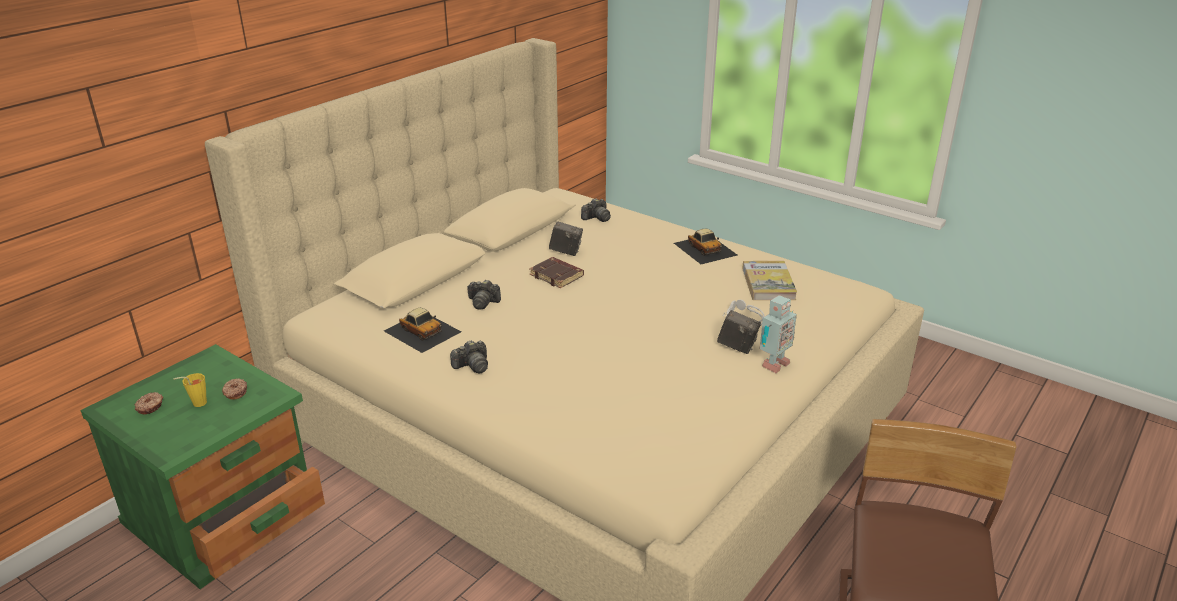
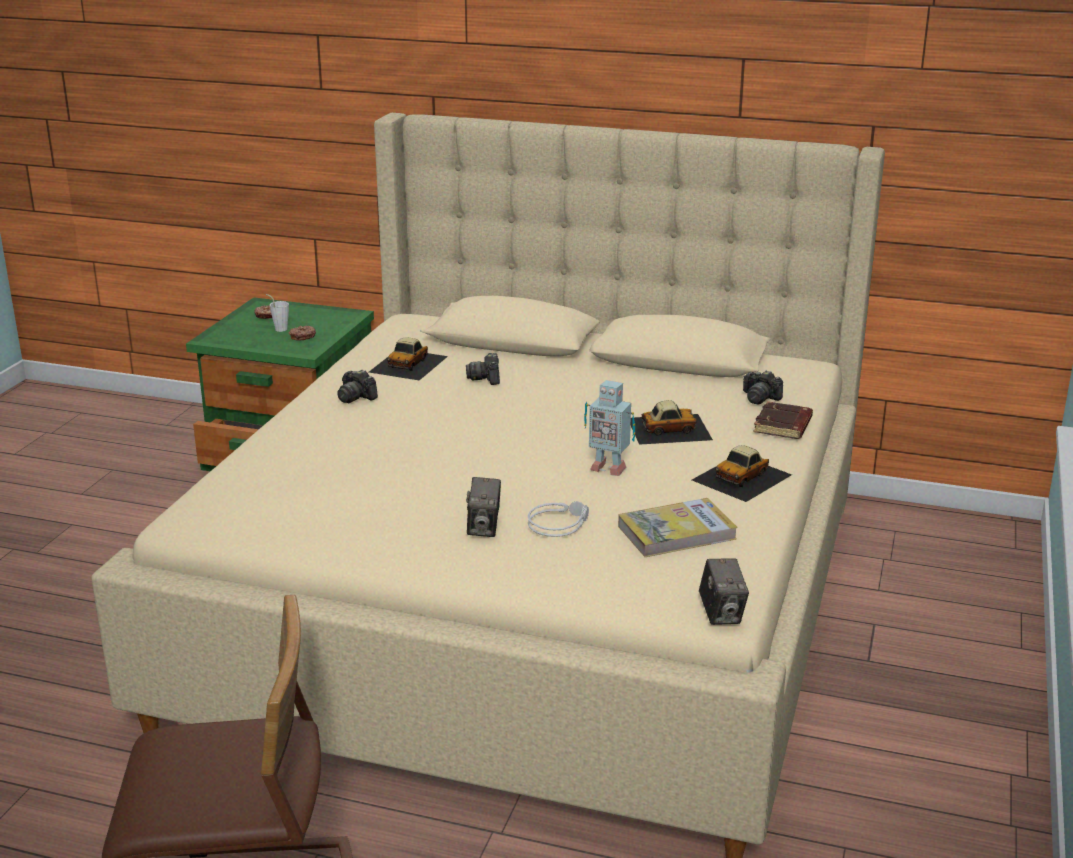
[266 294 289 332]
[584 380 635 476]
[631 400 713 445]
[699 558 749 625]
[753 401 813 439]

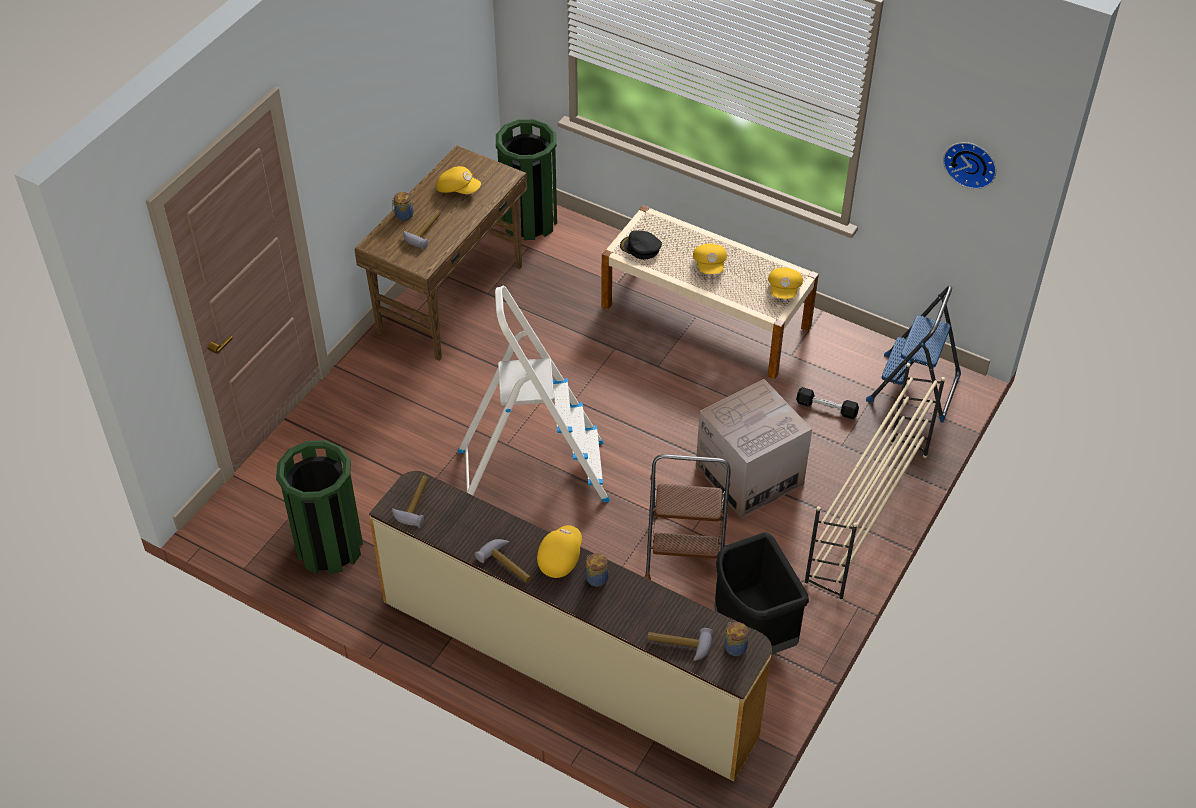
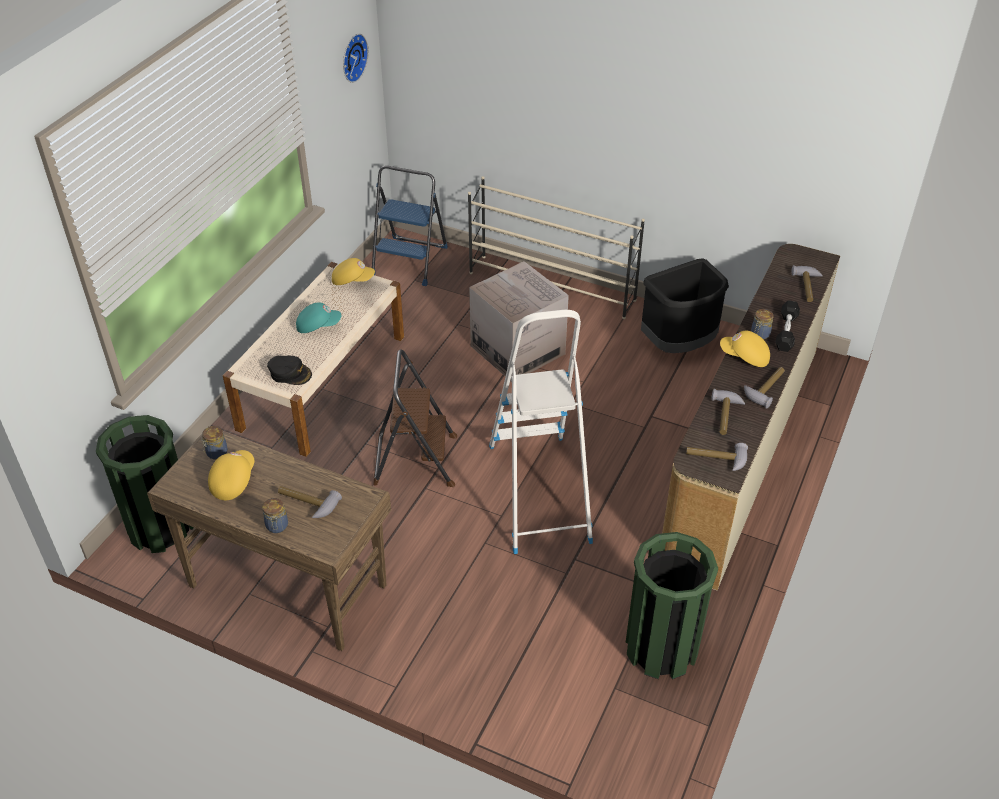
[201 426 228 460]
[267 356 312 385]
[296 302 341 333]
[373 349 457 487]
[712 388 745 435]
[775 300 800 352]

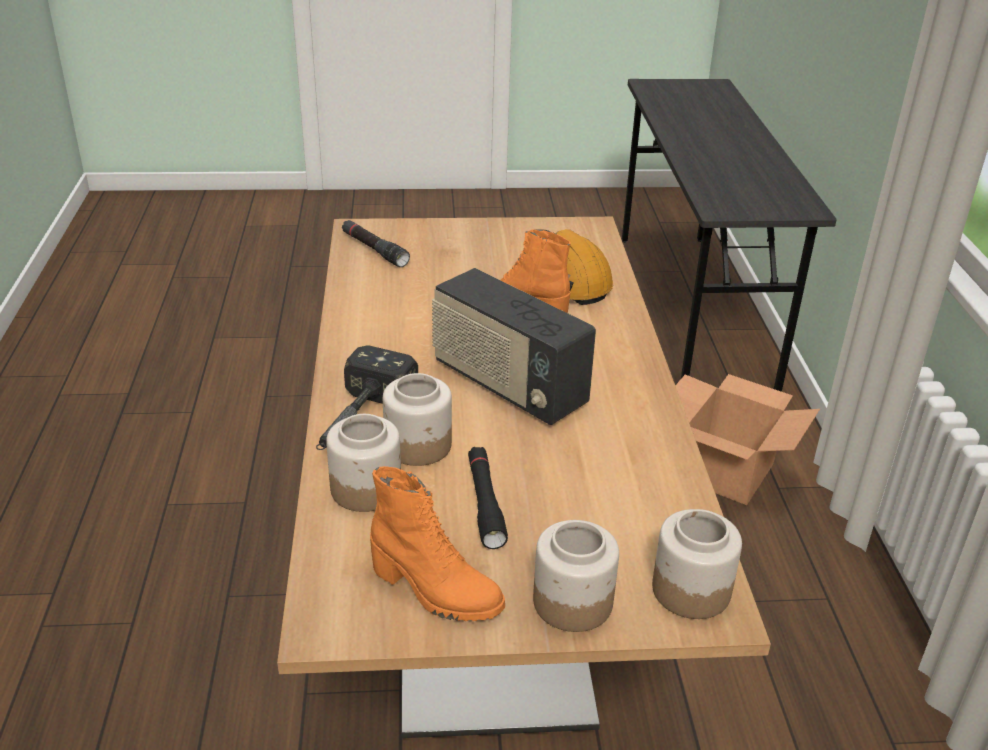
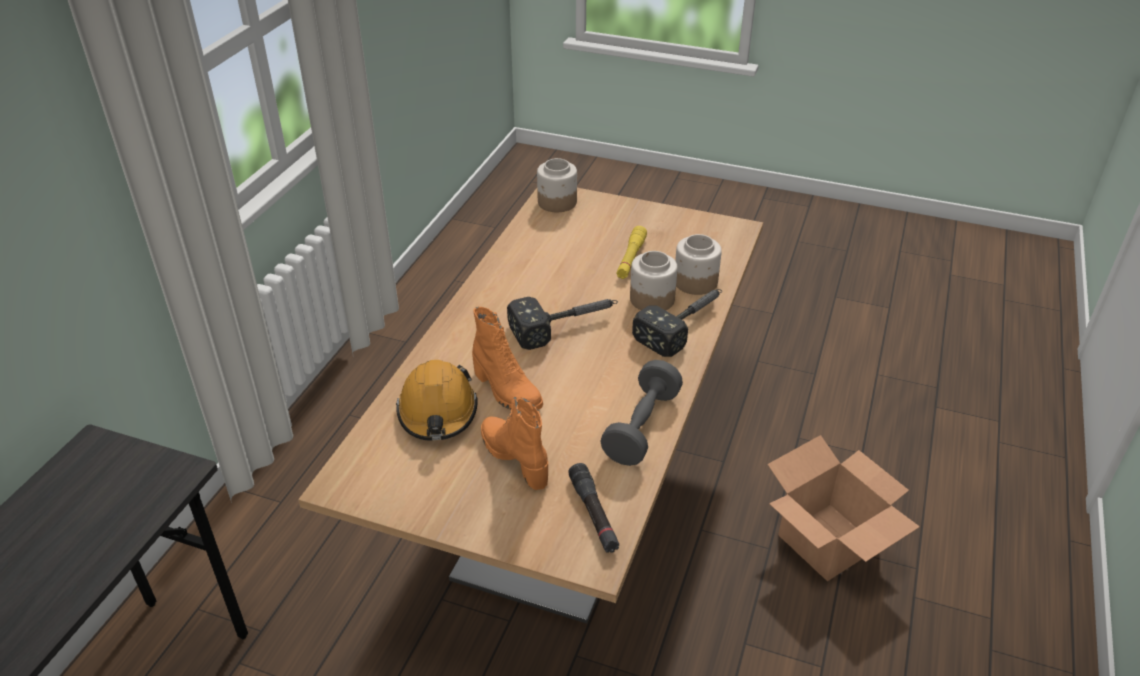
[481 397 548 490]
[507 297 618 350]
[600 360 683 466]
[616 226 647 279]
[767 435 920 581]
[533 520 619 632] (first image)

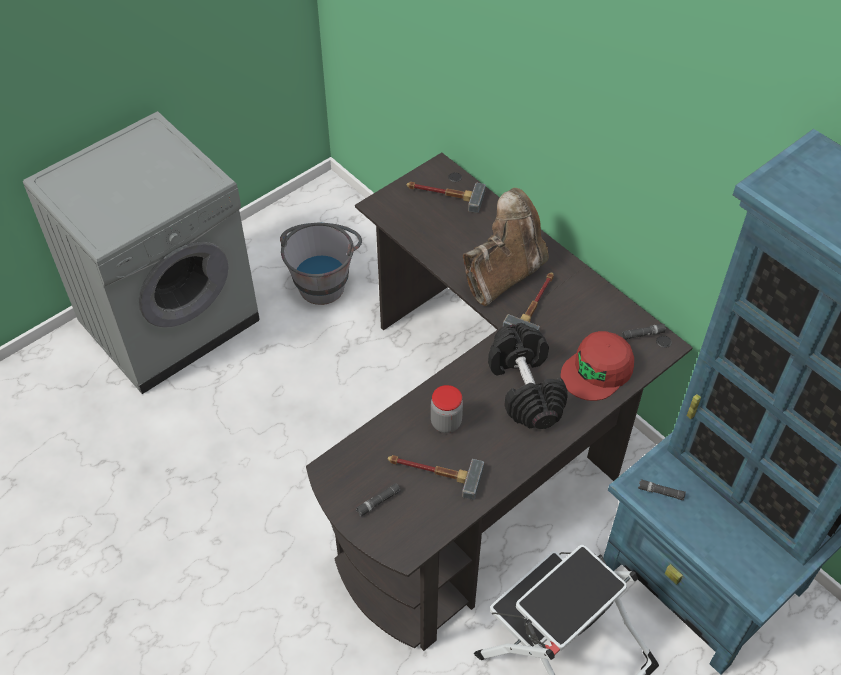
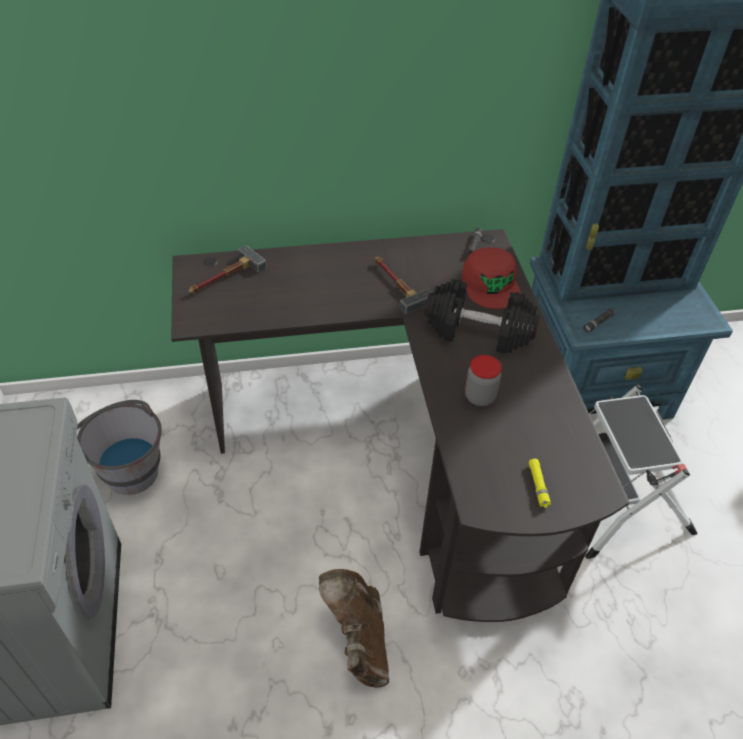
[319 569 389 688]
[529 459 551 508]
[388 455 484 500] (first image)

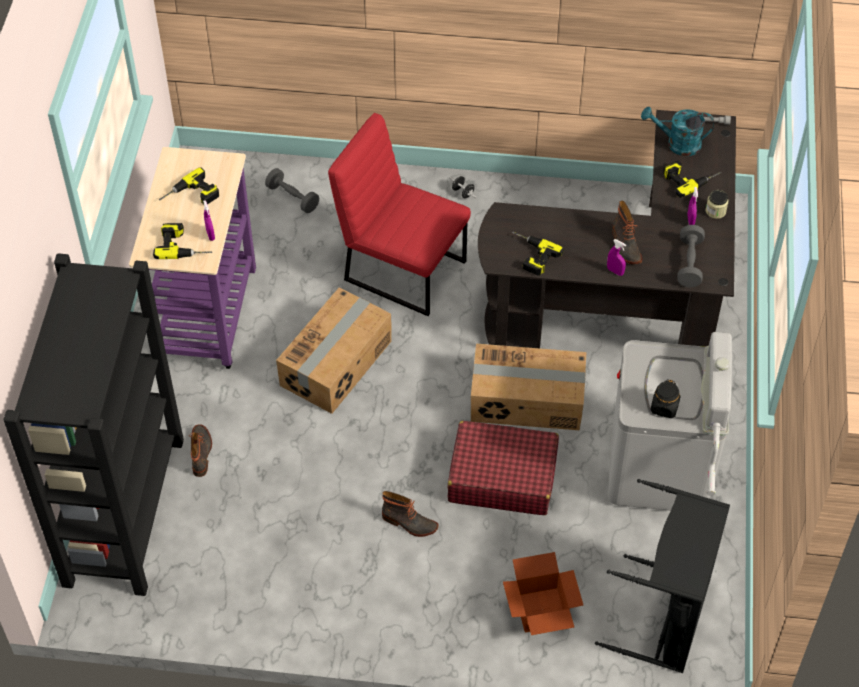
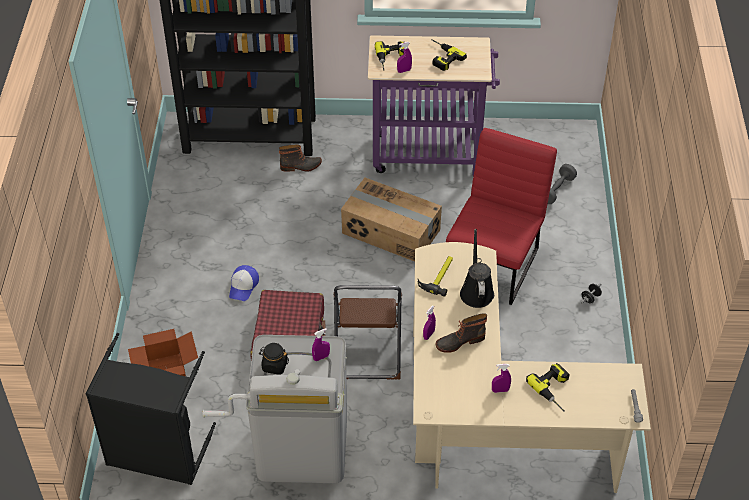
[229 265 259 301]
[312 328 330 361]
[333 285 402 380]
[413 242 651 493]
[418 256 453 297]
[460 229 494 308]
[641 107 714 156] (first image)
[677 225 705 287] (first image)
[706 190 729 219] (first image)

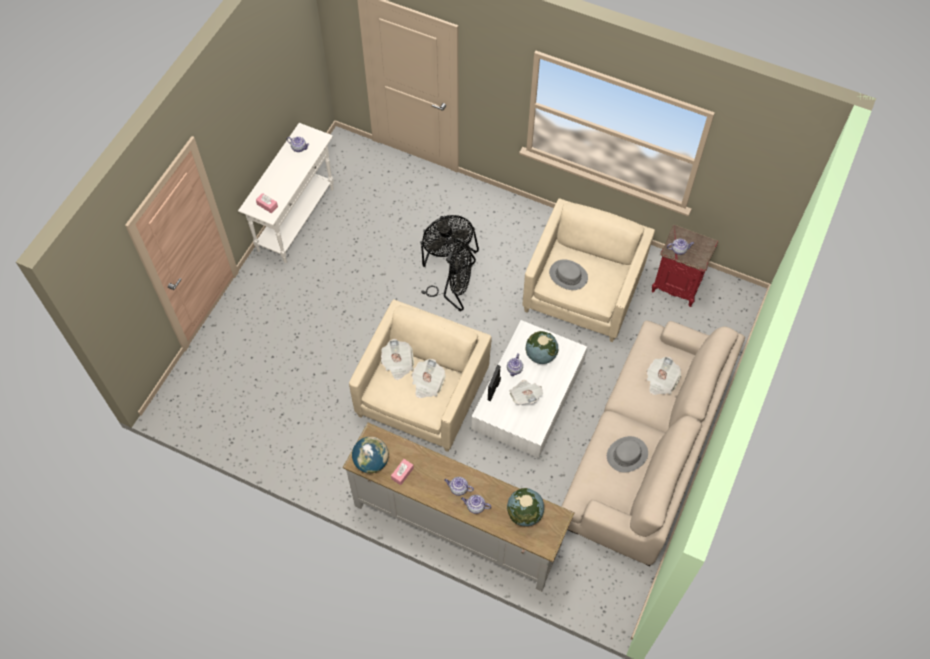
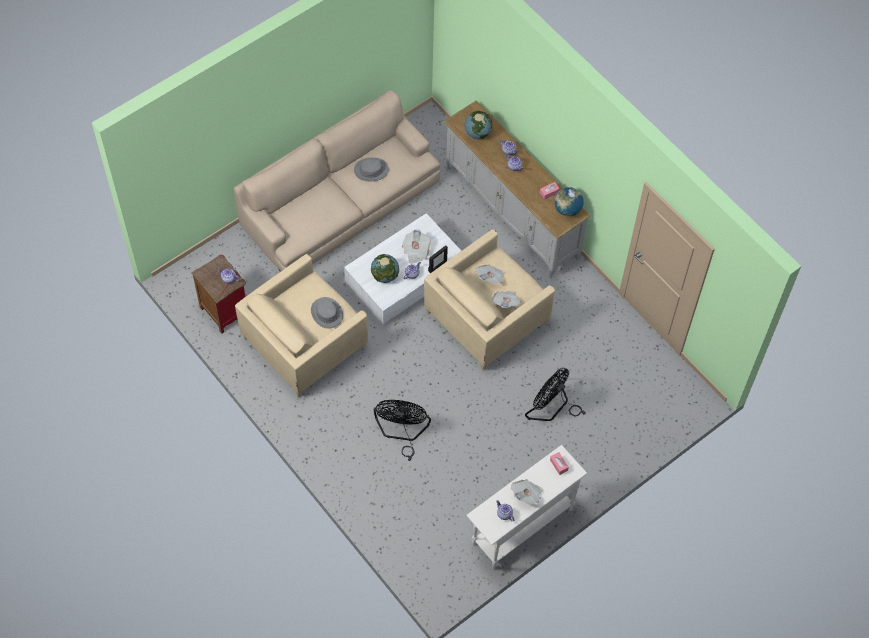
[511 479 543 505]
[525 368 586 421]

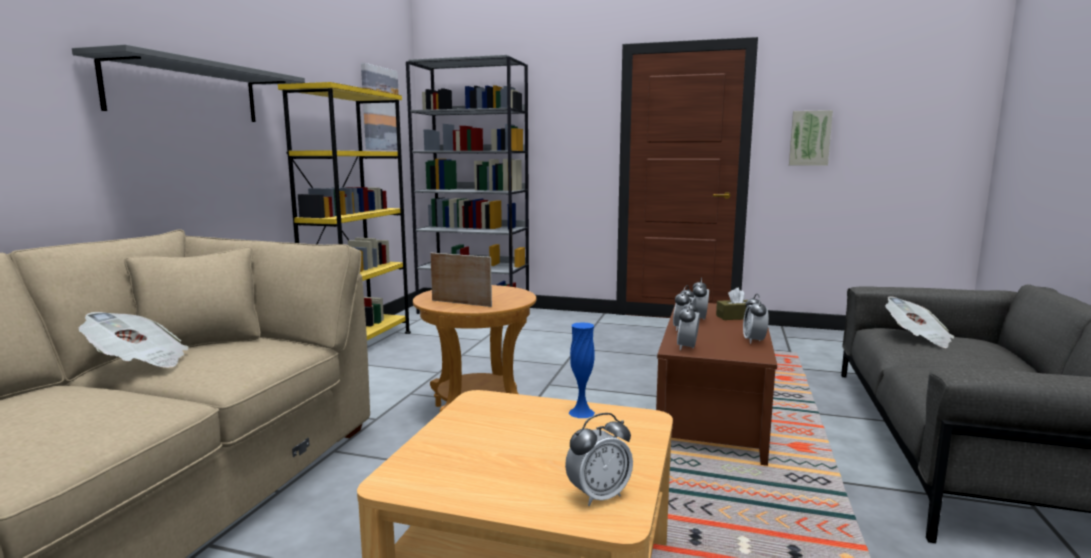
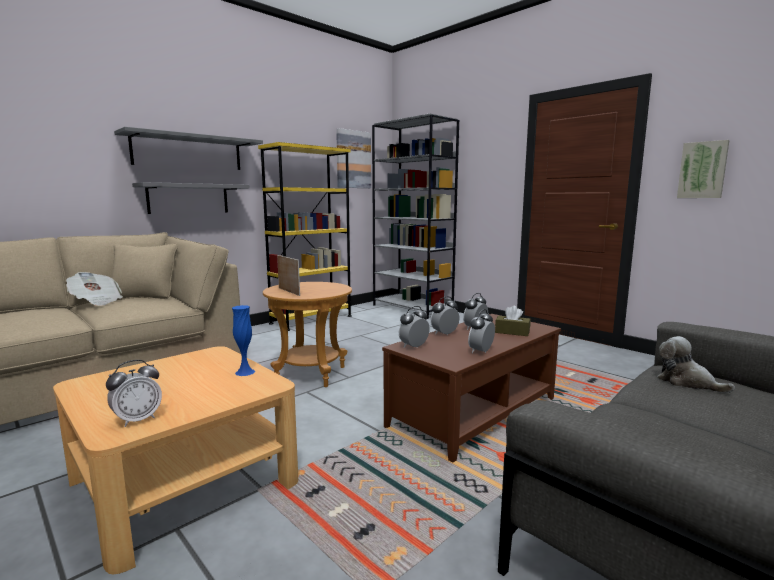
[106 360 162 427]
[132 182 250 214]
[657 336 735 393]

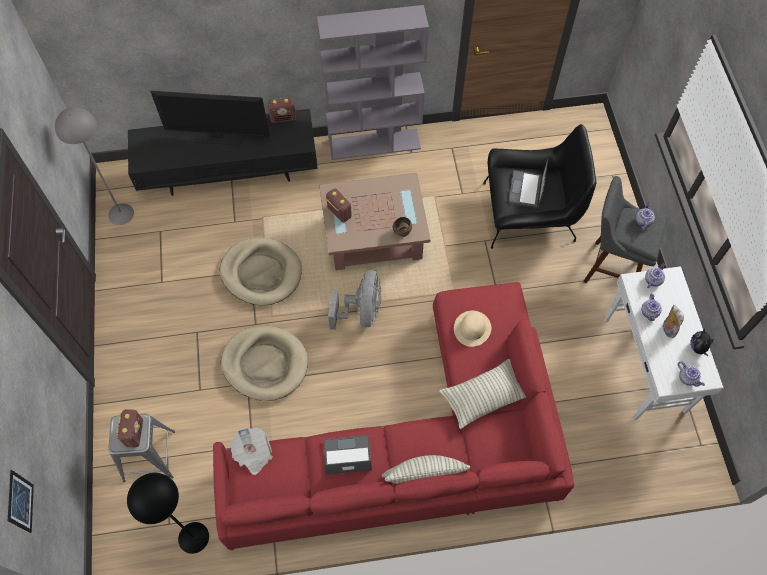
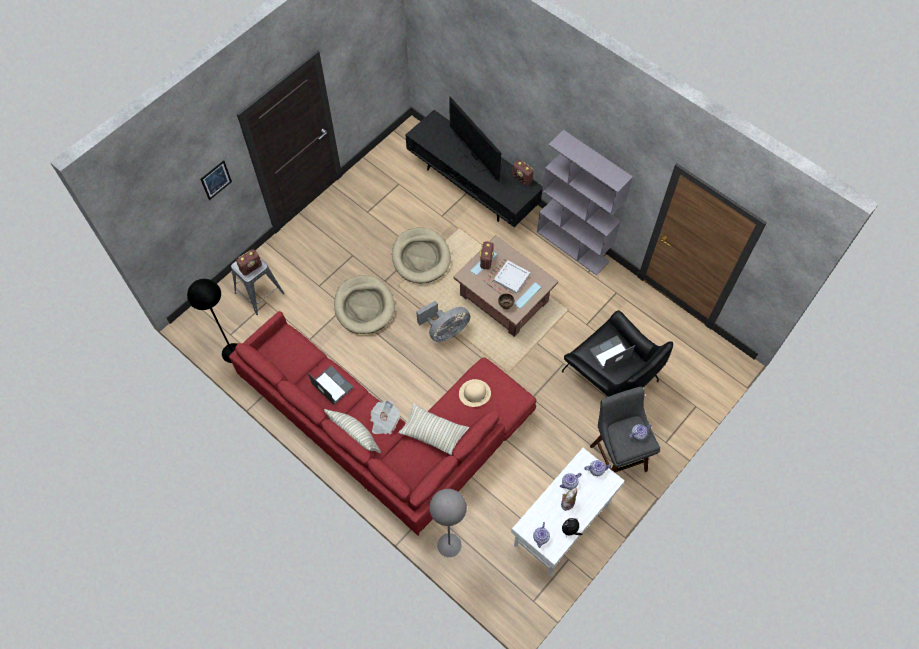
[200 160 232 200]
[370 400 400 434]
[429 489 467 557]
[494 260 530 294]

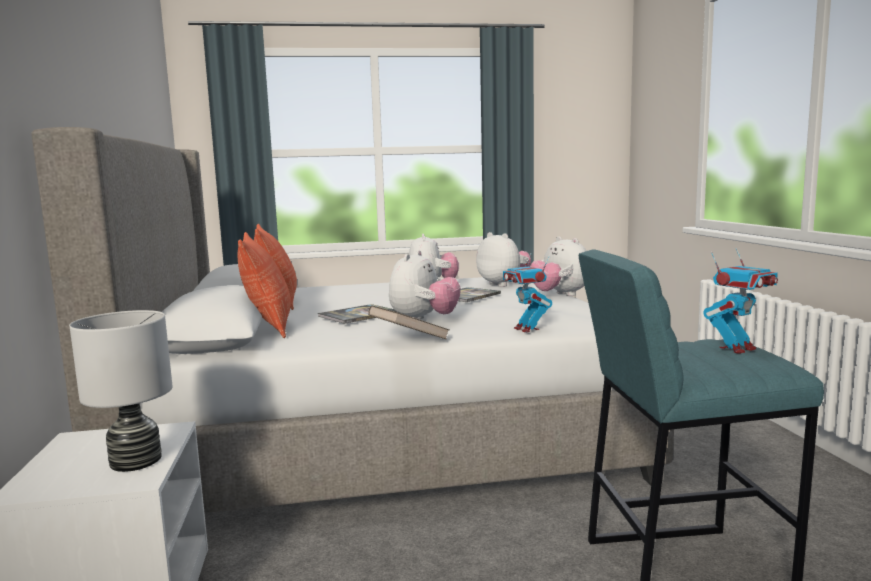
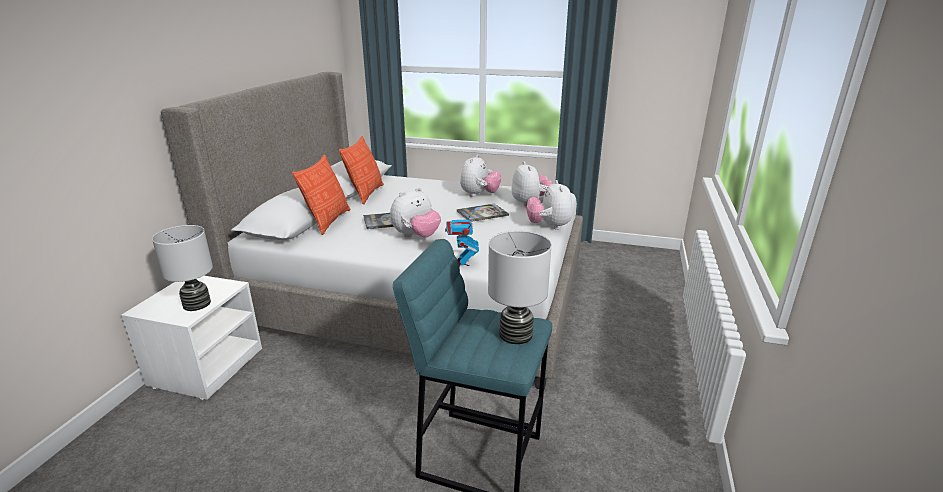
[488 230 552 344]
[368 305 449 340] (first image)

